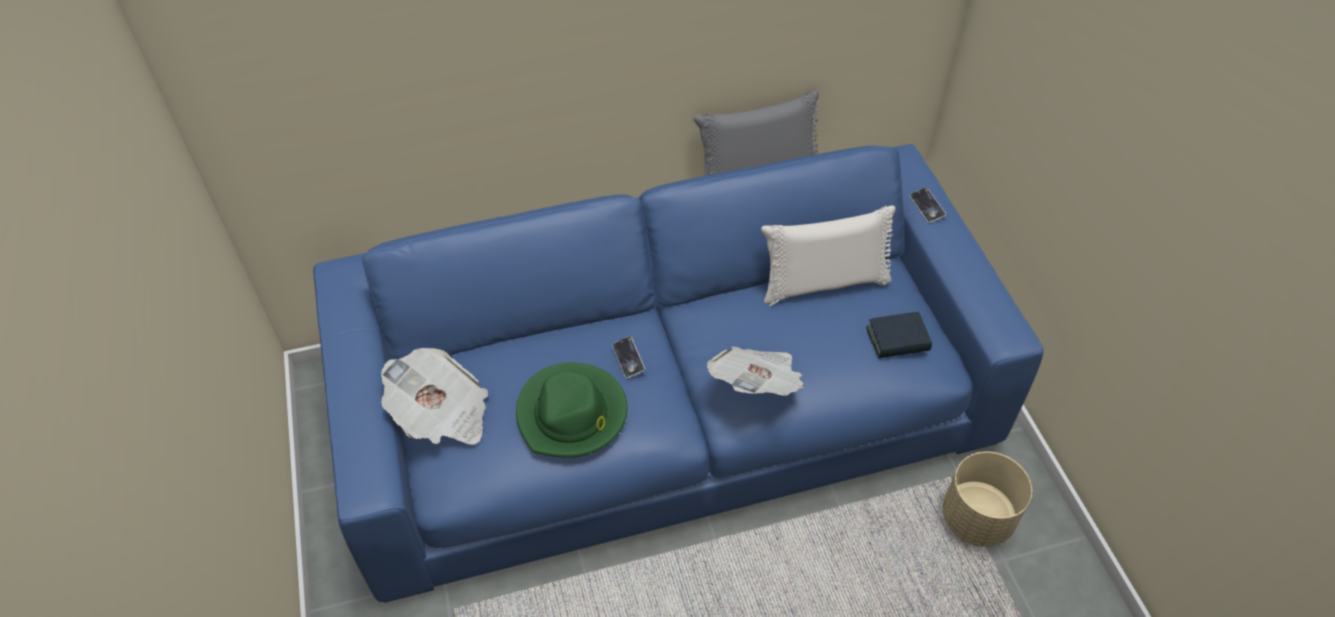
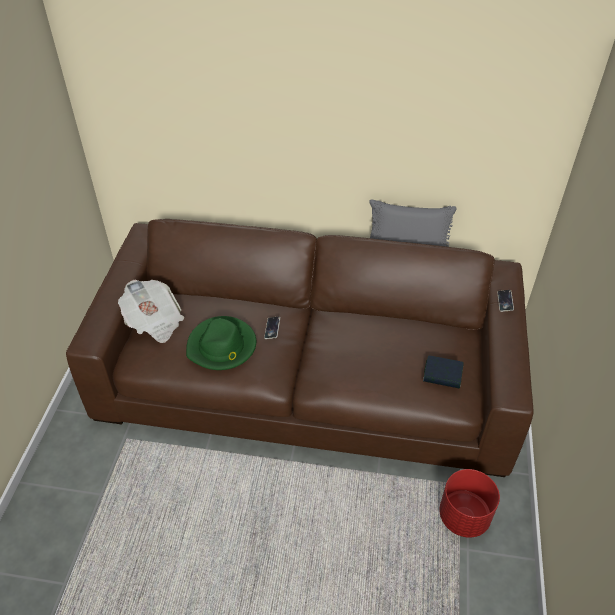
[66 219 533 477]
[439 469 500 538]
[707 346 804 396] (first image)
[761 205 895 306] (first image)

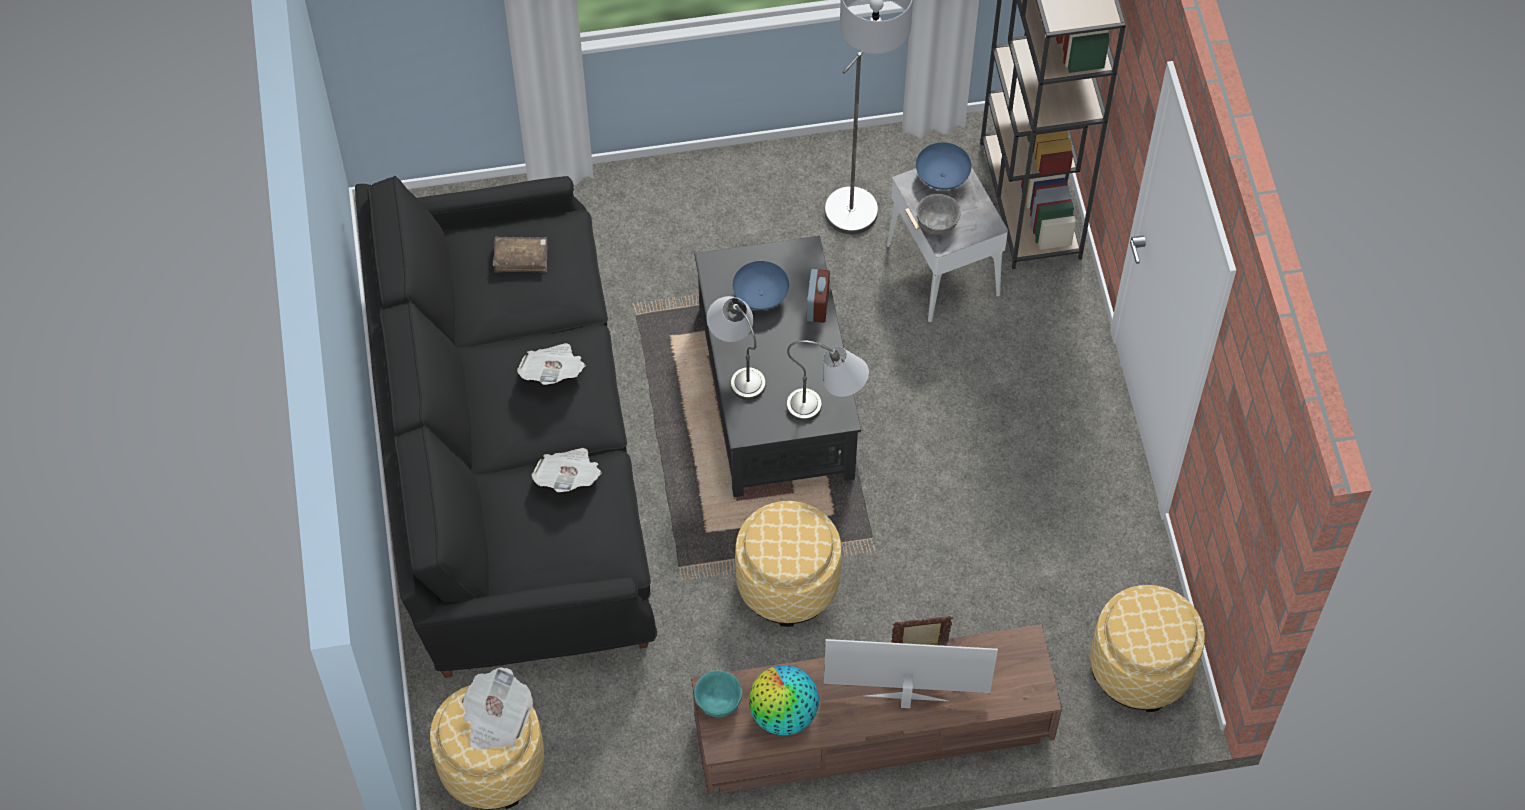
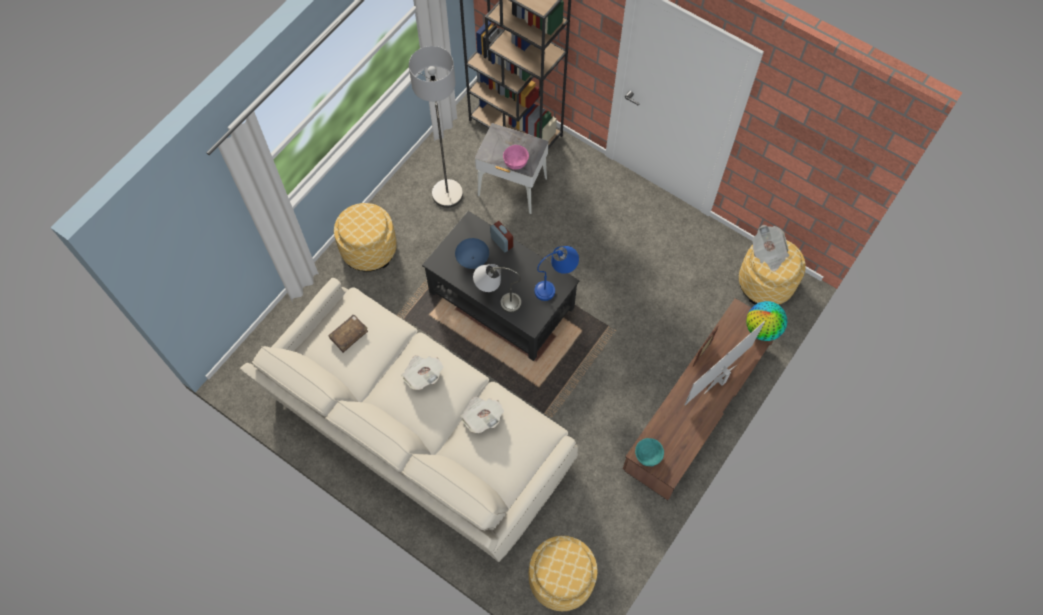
[240 278 578 562]
[334 203 397 272]
[503 145 529 169]
[534 246 579 301]
[746 301 787 341]
[752 225 789 271]
[916 142 972 190] (first image)

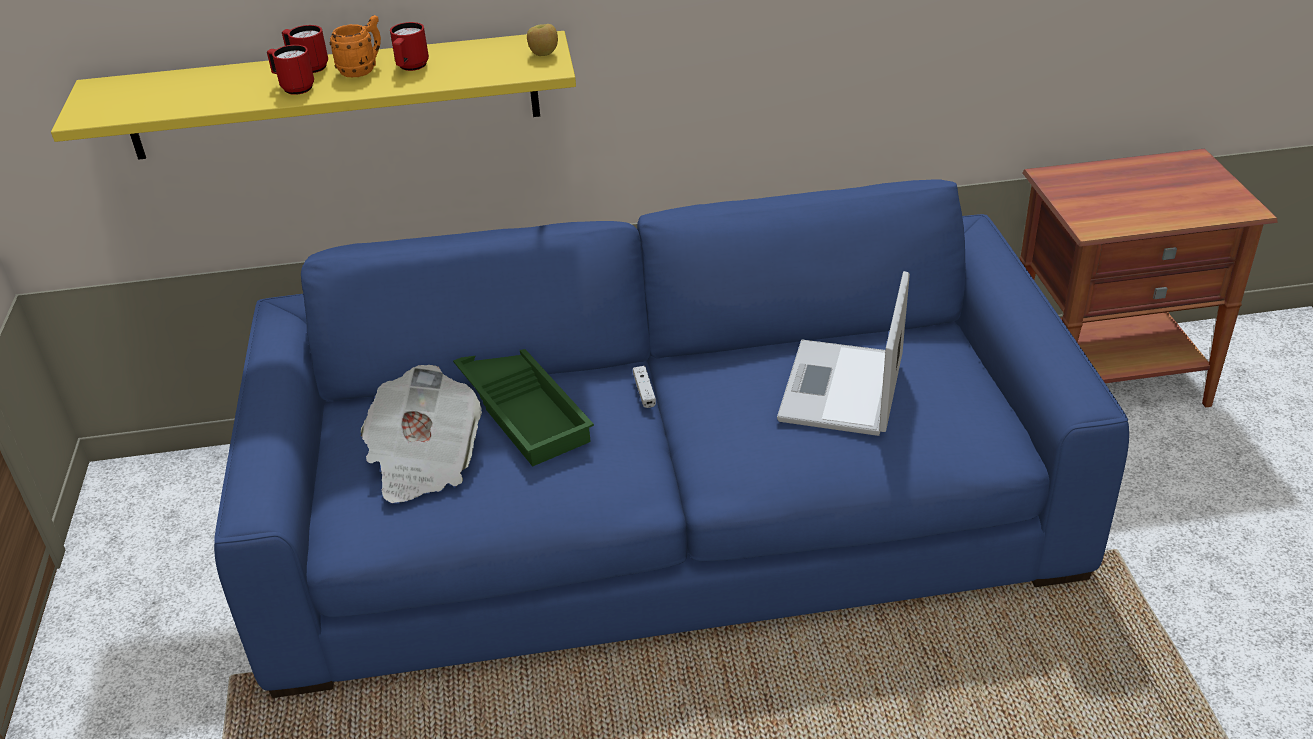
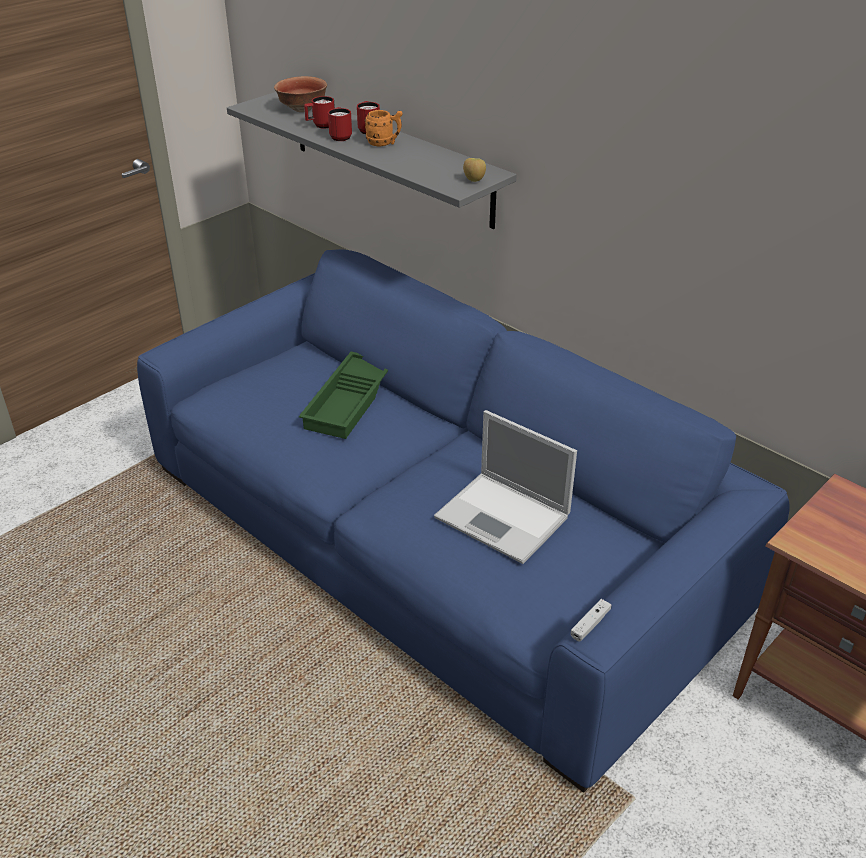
[227 92 517 229]
[274 76 327 112]
[304 96 335 129]
[434 410 577 564]
[571 599 611 642]
[361 365 482 503] (first image)

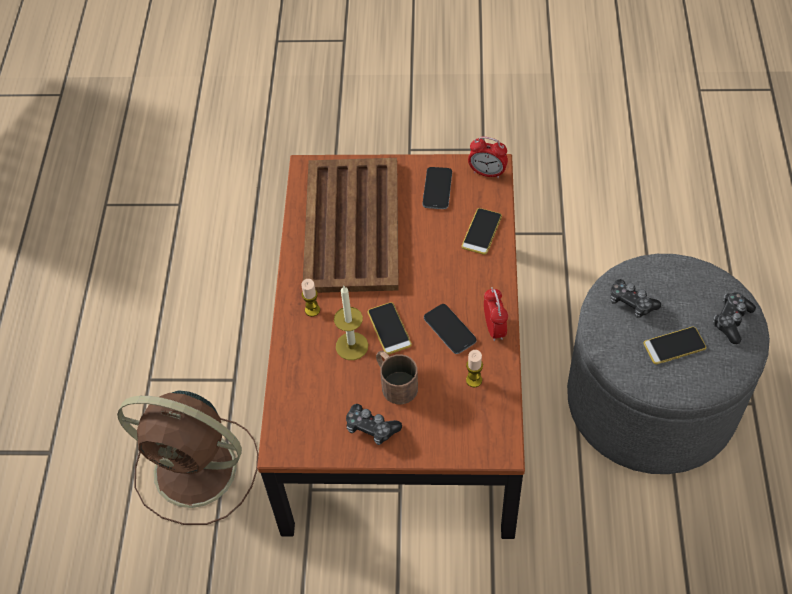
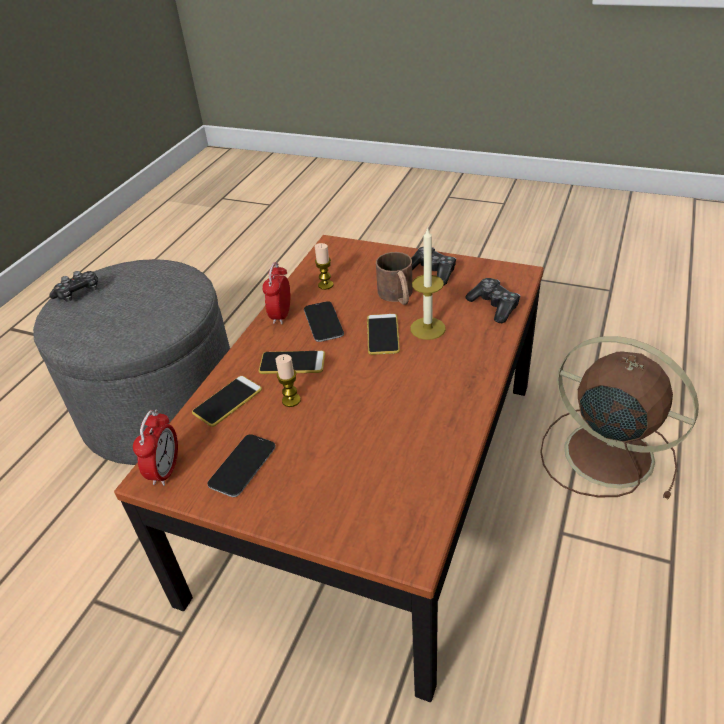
[133 409 178 486]
[259 351 325 374]
[276 354 301 407]
[466 278 520 323]
[303 158 399 293] (first image)

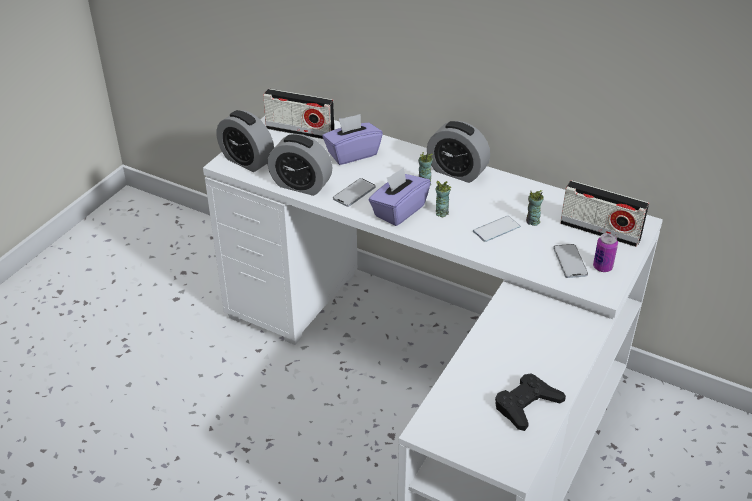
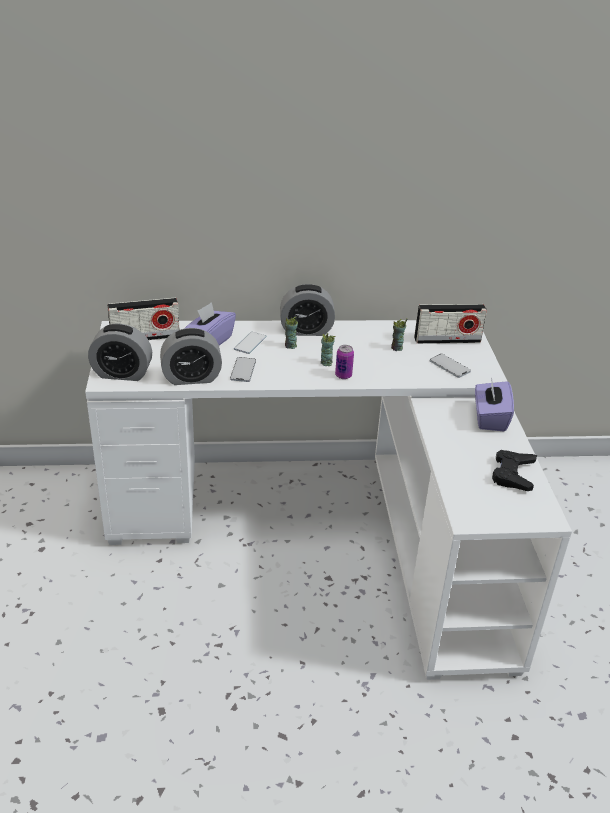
[234 332 266 354]
[335 345 354 379]
[475 376 514 432]

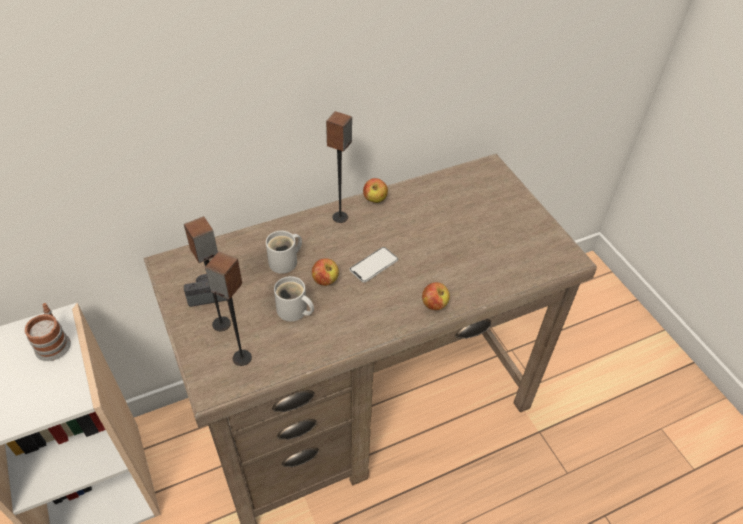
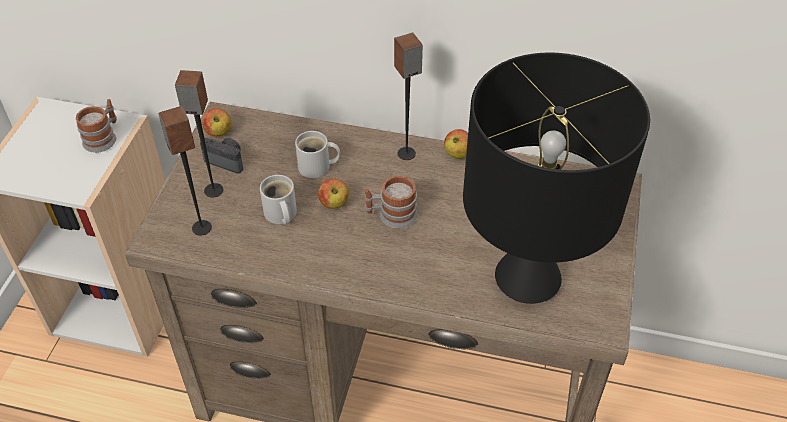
[202 108 231 136]
[364 176 418 229]
[463 53 650 304]

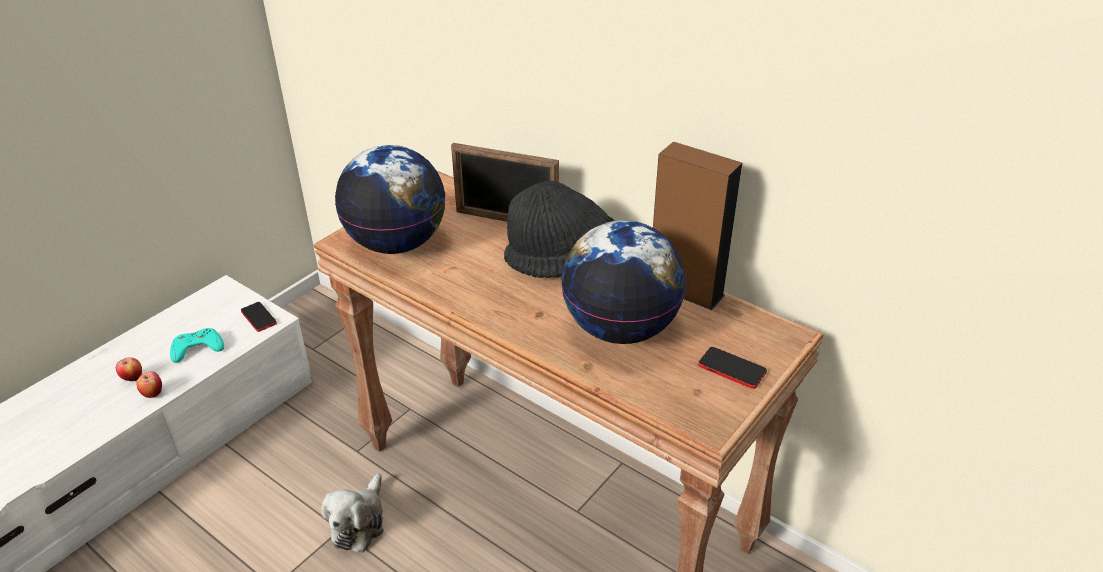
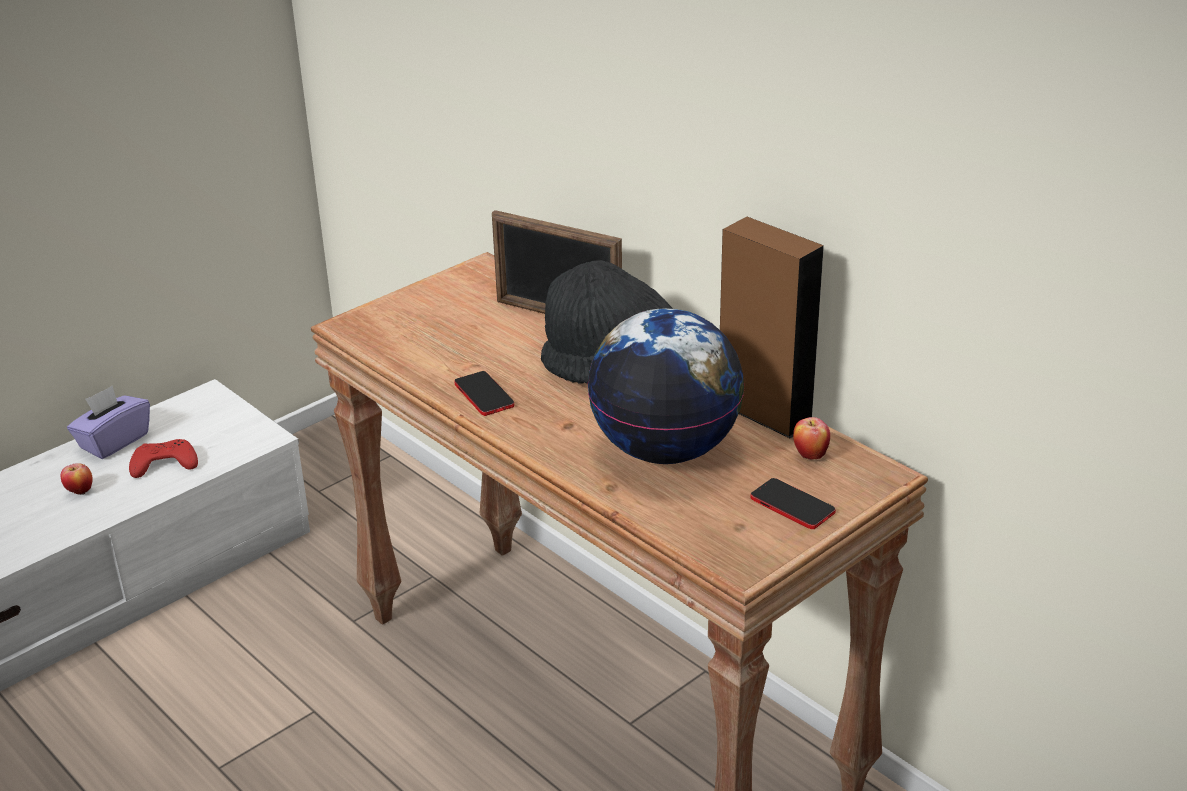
[67 386 150 459]
[129 439 198 478]
[455 371 514 416]
[793 417 830 460]
[321 473 384 553] (first image)
[335 145 446 254] (first image)

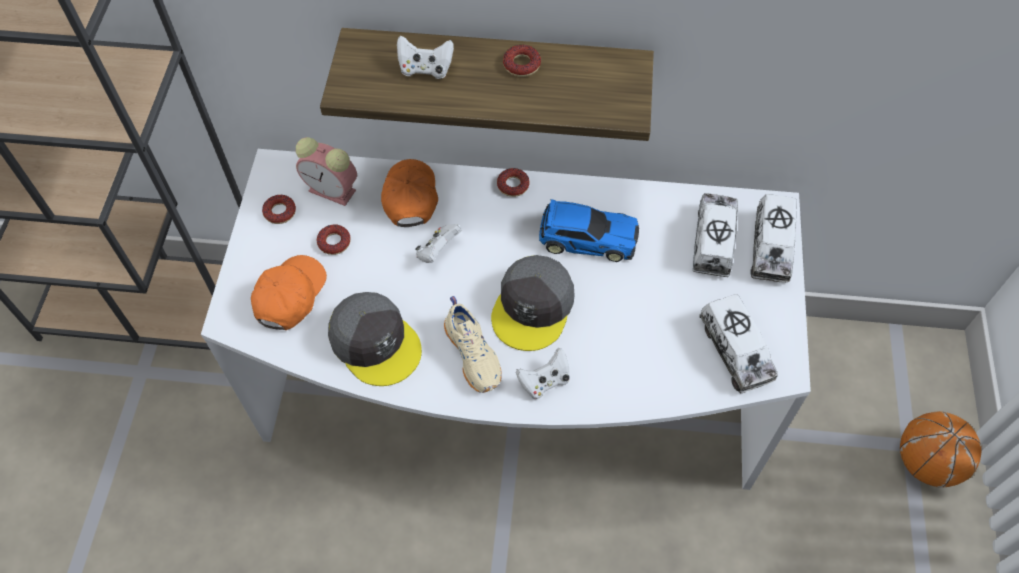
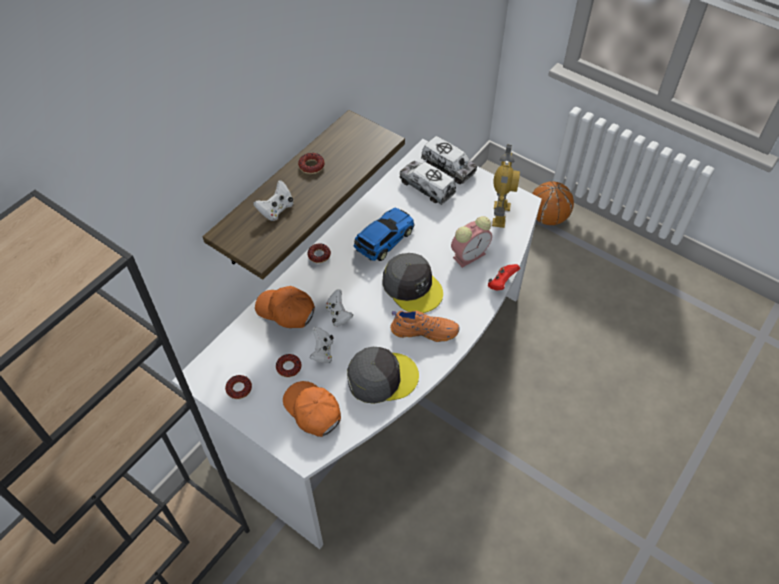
[310 327 333 363]
[390 311 460 342]
[451 216 492 268]
[488 264 520 291]
[492 145 520 228]

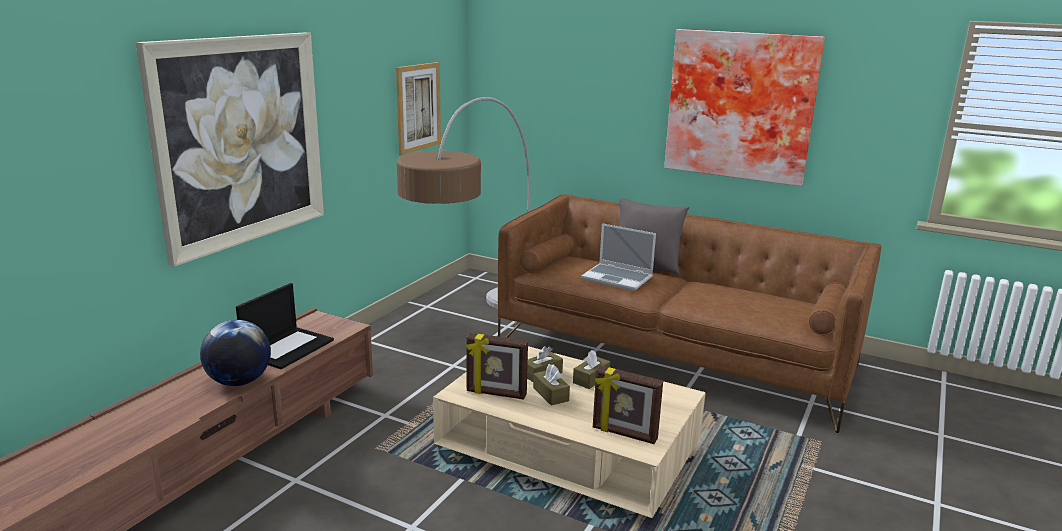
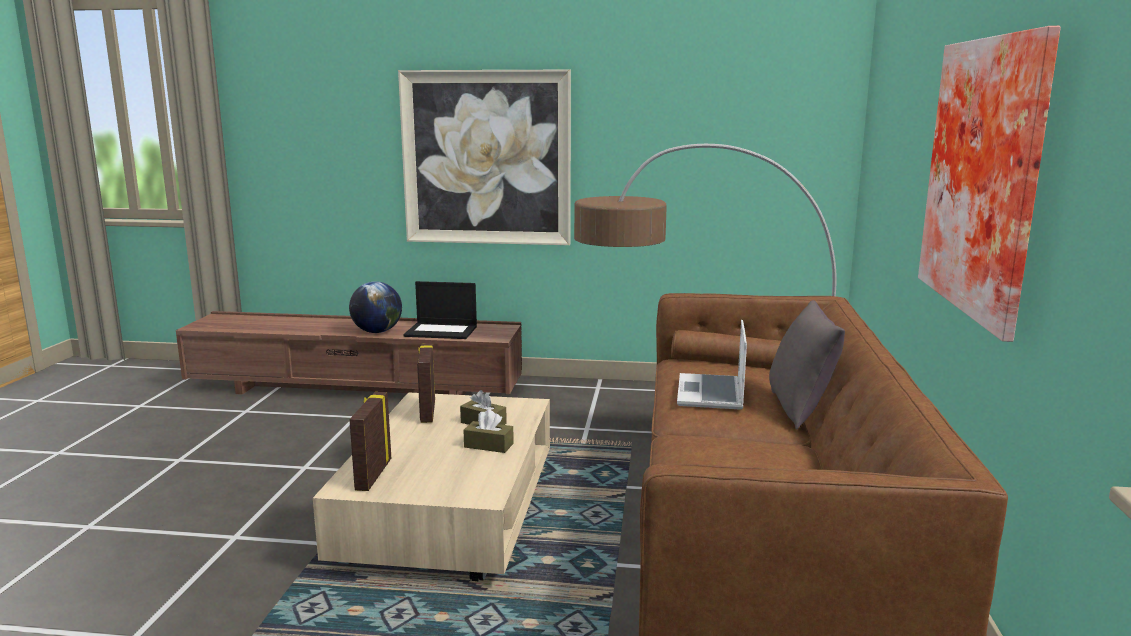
[396 62 441 155] (first image)
[533 364 570 405] (first image)

